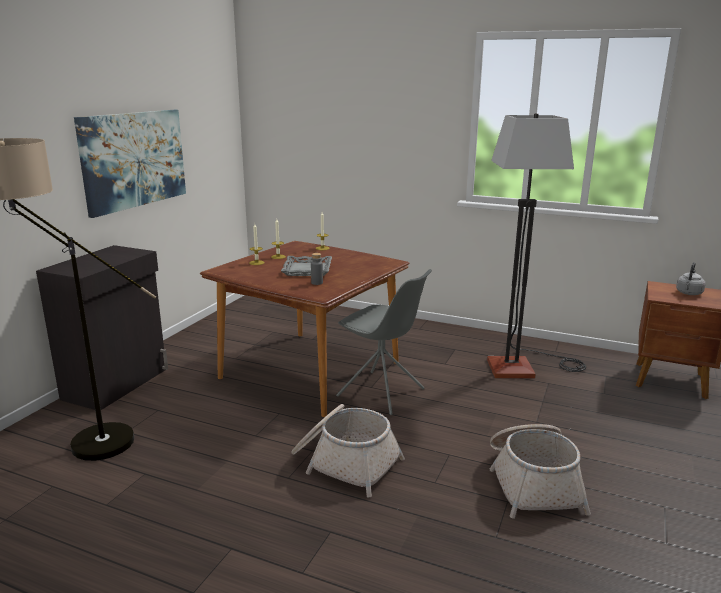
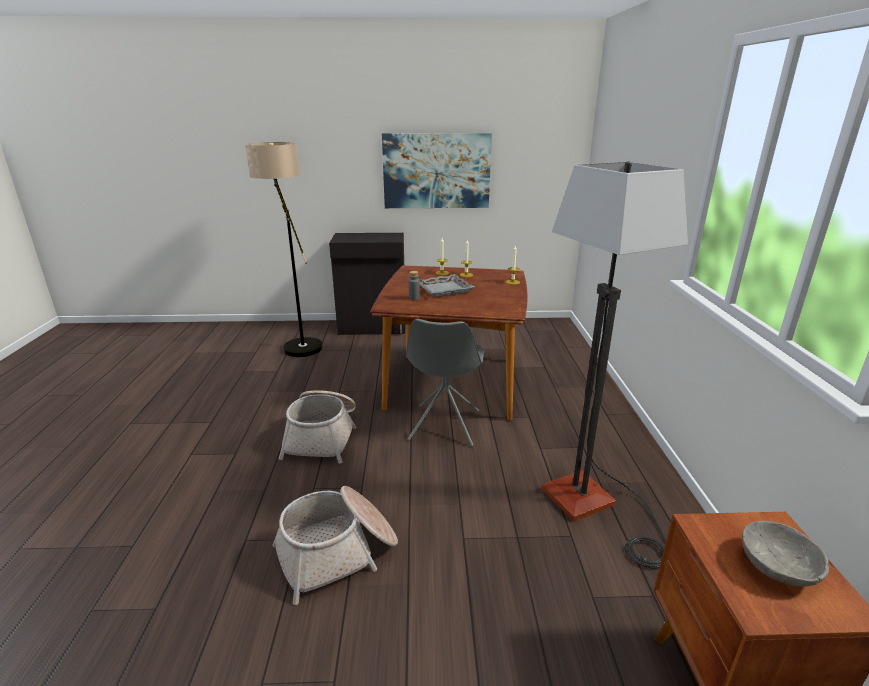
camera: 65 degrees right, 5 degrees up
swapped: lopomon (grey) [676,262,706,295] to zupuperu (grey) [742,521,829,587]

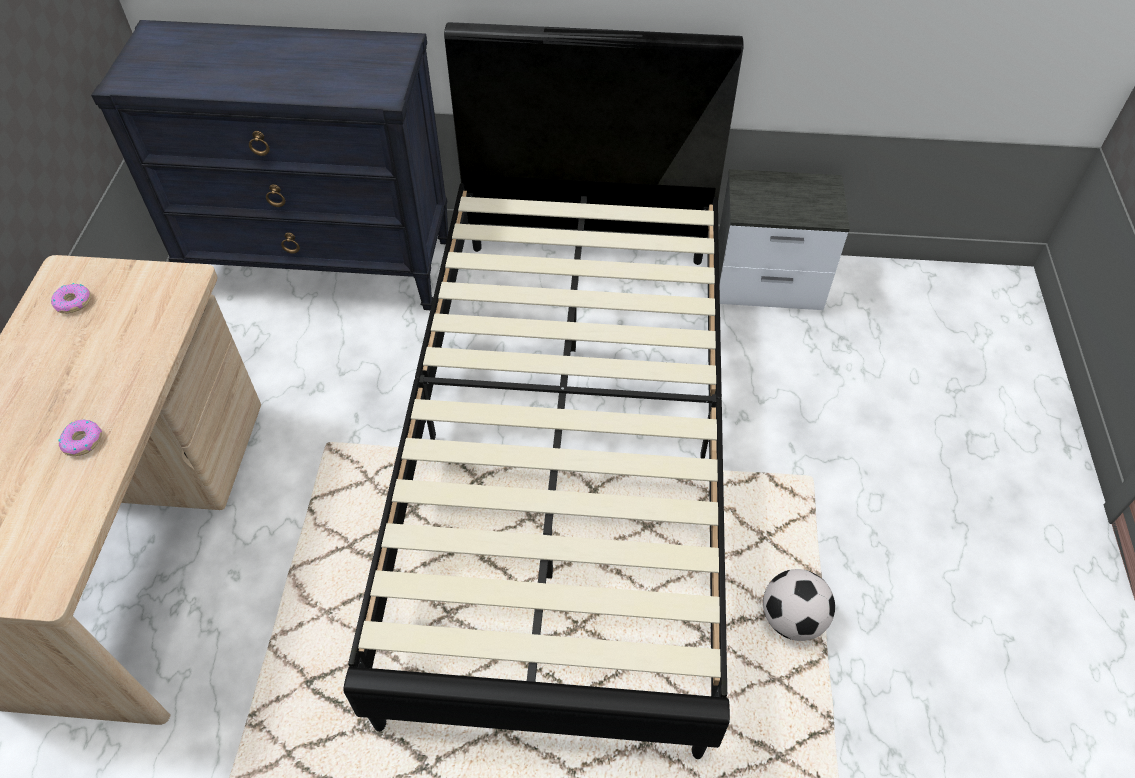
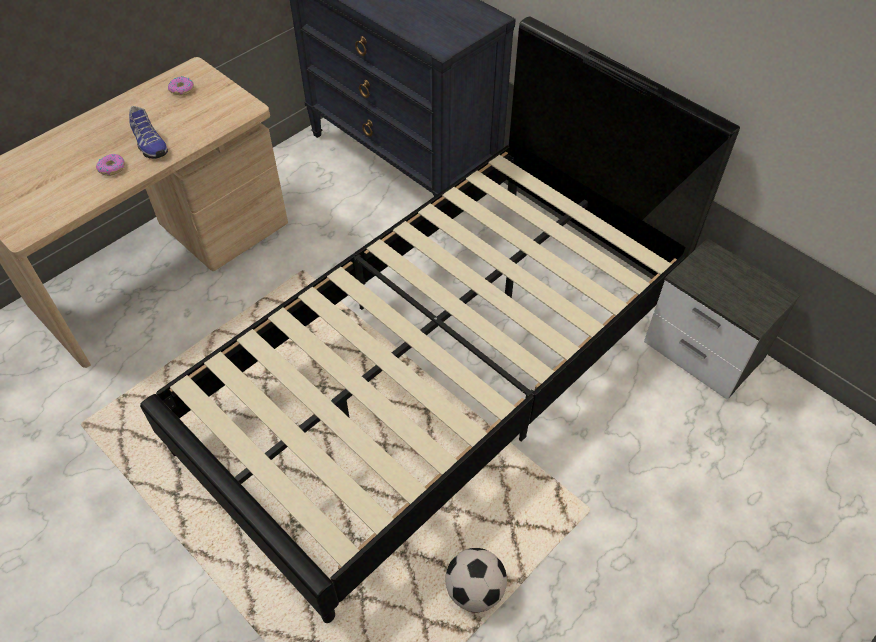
camera: 40 degrees right, 0 degrees up
new: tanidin [129,106,168,159]

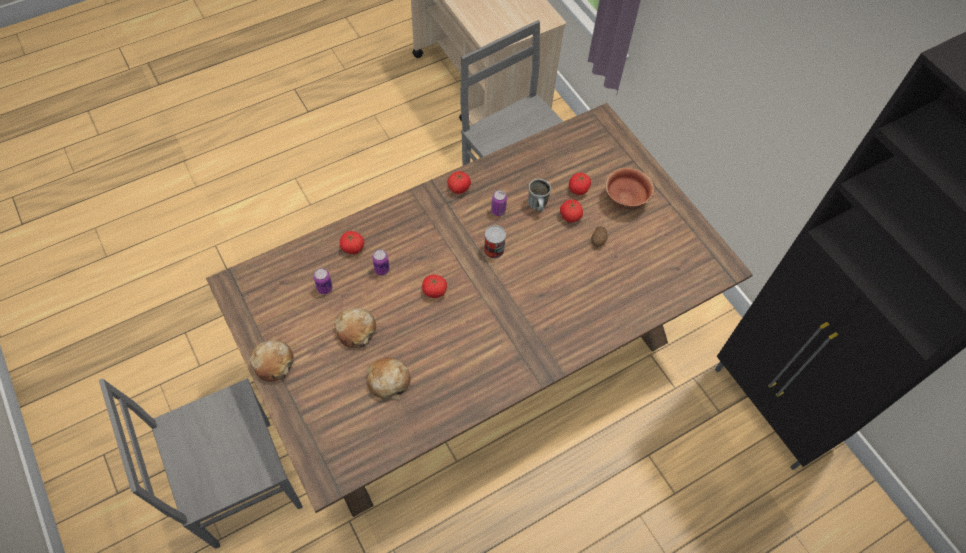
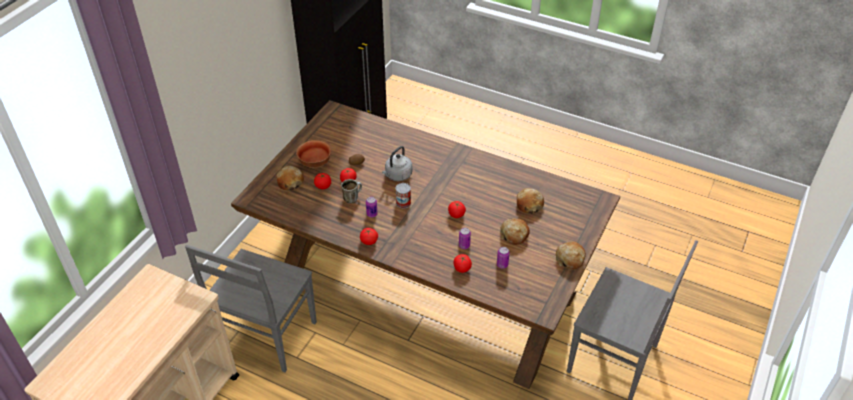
camera: 120 degrees left, 15 degrees down
new: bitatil [276,166,304,191]; lopomon (grey) [382,146,412,181]

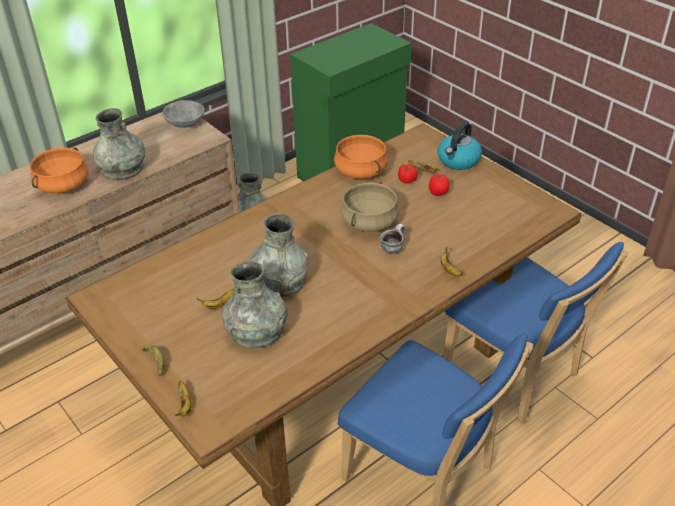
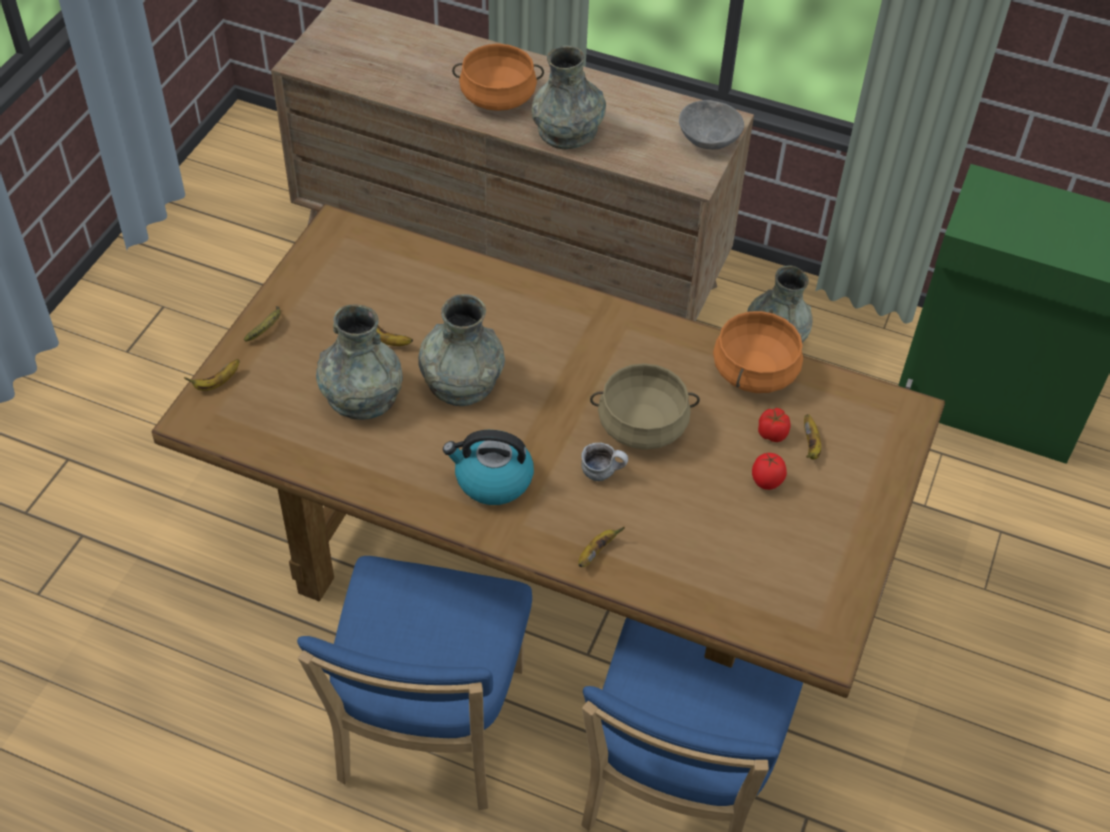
camera: 60 degrees right, 10 degrees up
shifted: lopomon [438,122,482,170] to [443,430,534,505]

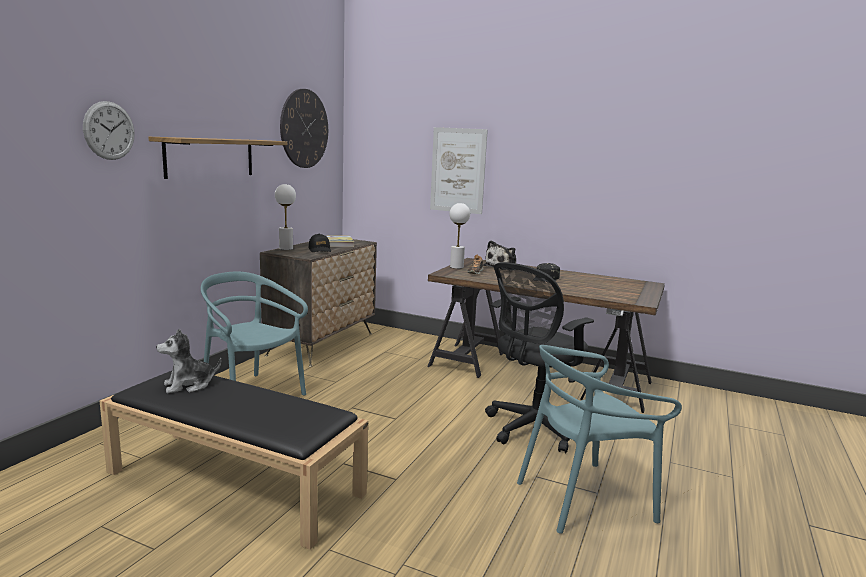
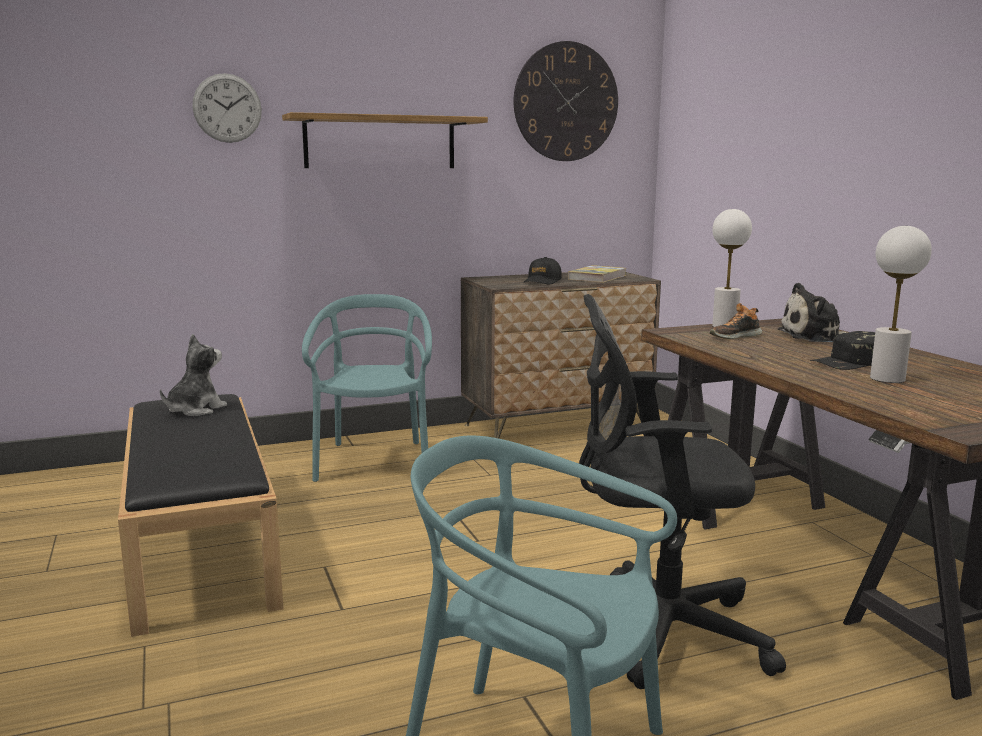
camera: 45 degrees right, 0 degrees up
gone: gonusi [430,127,488,214]
shifted: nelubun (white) [275,184,296,250] to [870,226,932,383]
rotated: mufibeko [156,329,221,393] = [160,334,227,416] 105 degrees clockwise

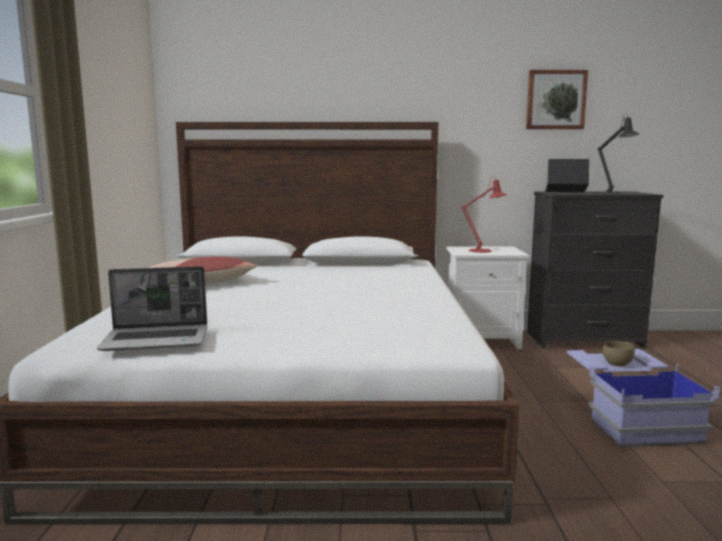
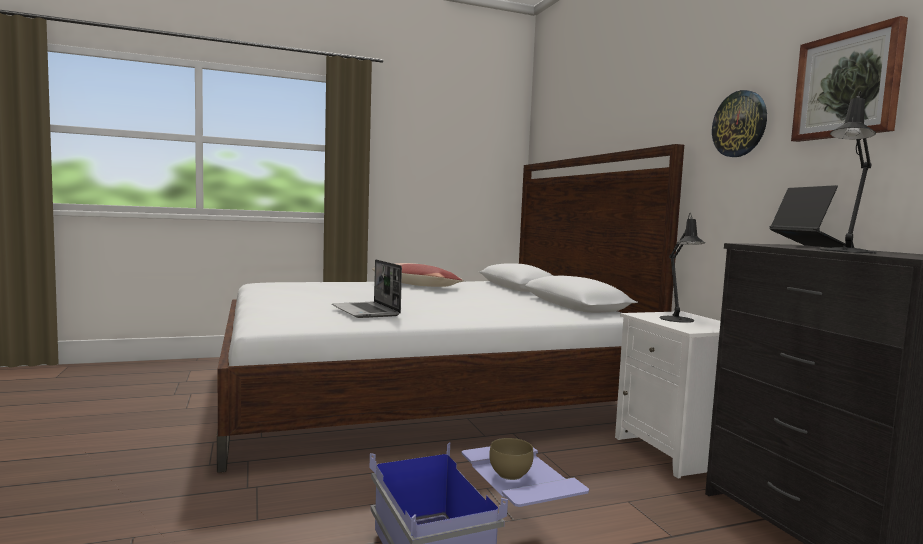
camera: 70 degrees right, 5 degrees down
new: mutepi [712,90,767,157]
shifted: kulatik [97,266,207,351] to [332,259,402,318]
repainted: nelubun (red) [462,176,506,253] to nelubun (black) [660,213,705,323]

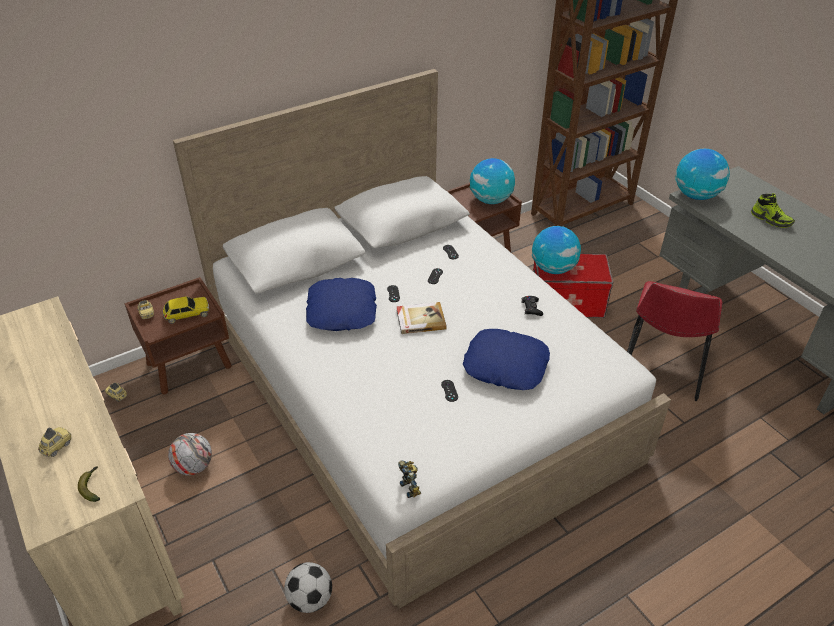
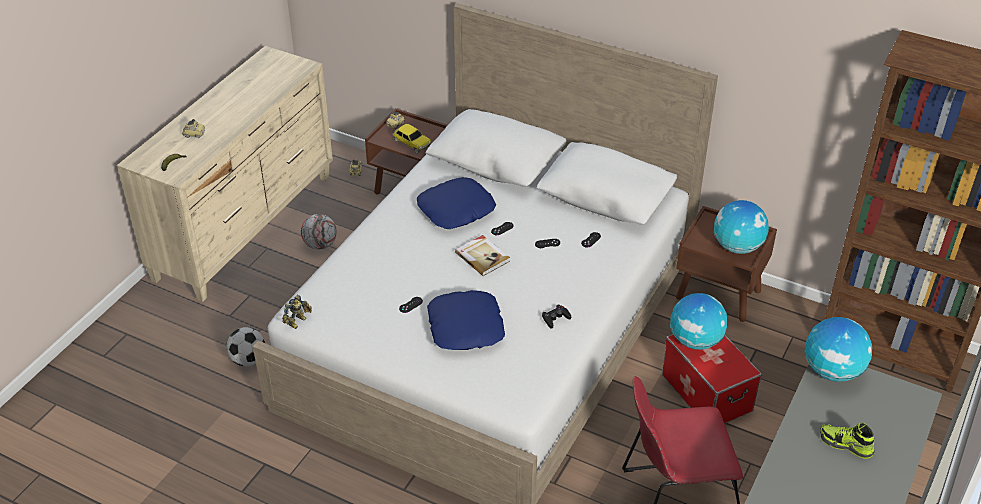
camera: 60 degrees right, 0 degrees up
rotated: tanidin [751,193,795,228] = [820,423,875,459] 105 degrees clockwise

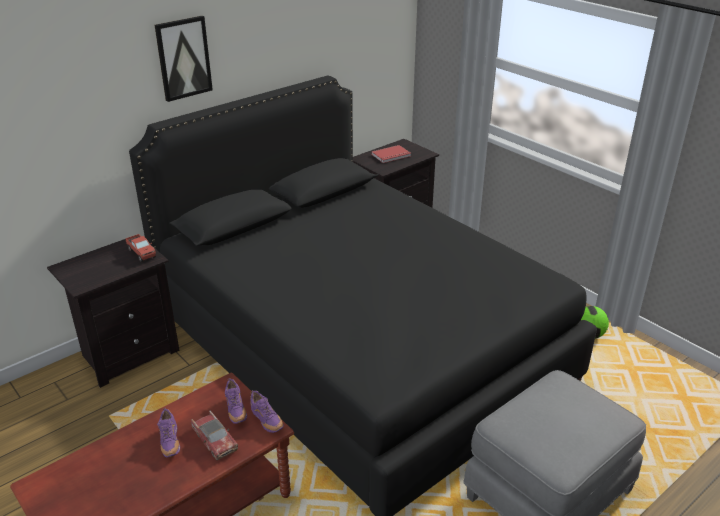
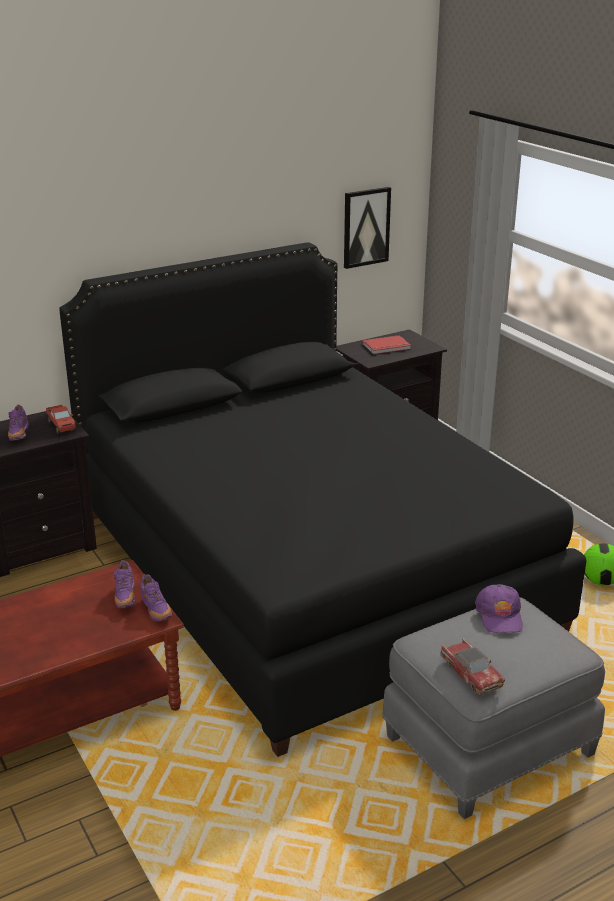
camera: 10 degrees right, 5 degrees down
new: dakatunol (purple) [475,584,523,633]
shifted: gonusi [155,16,213,102] to [344,187,391,269]; tanidin (purple) [157,408,180,457] to [8,405,29,441]; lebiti [191,411,238,460] to [440,638,505,695]

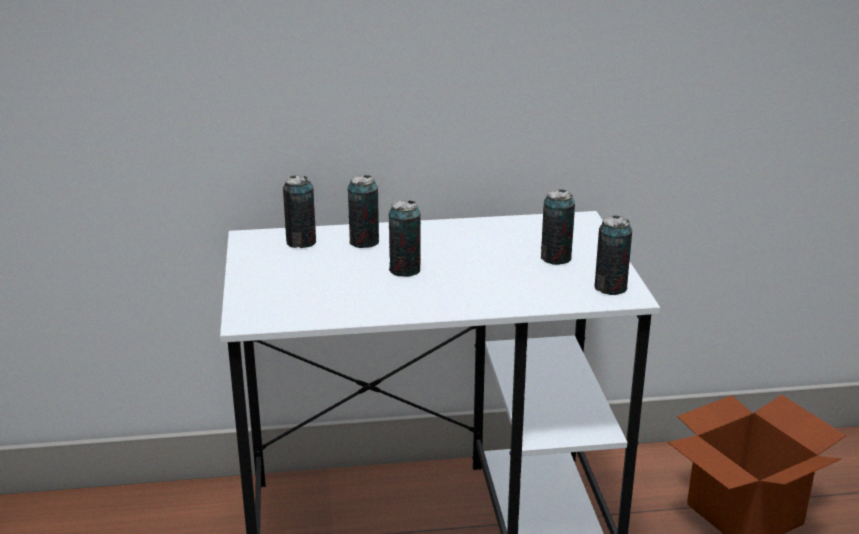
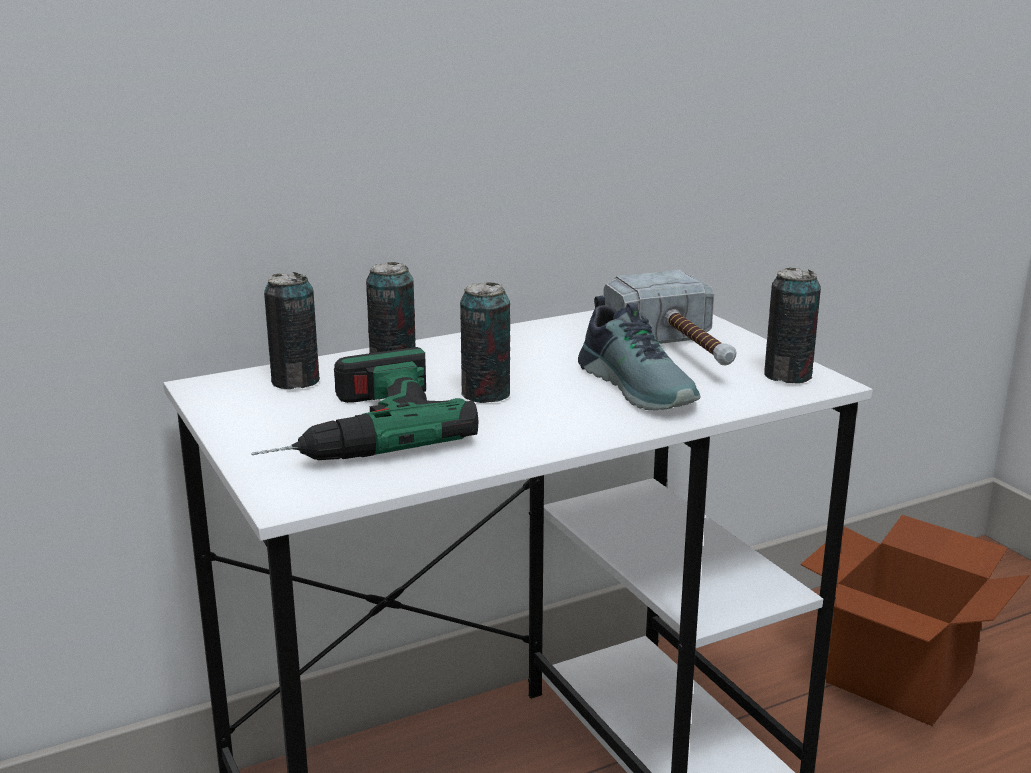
camera: 20 degrees left, 5 degrees down
new: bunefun [251,347,478,460]; tanidin [578,296,701,410]
swapped: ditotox [541,189,575,265] to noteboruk [603,270,736,365]

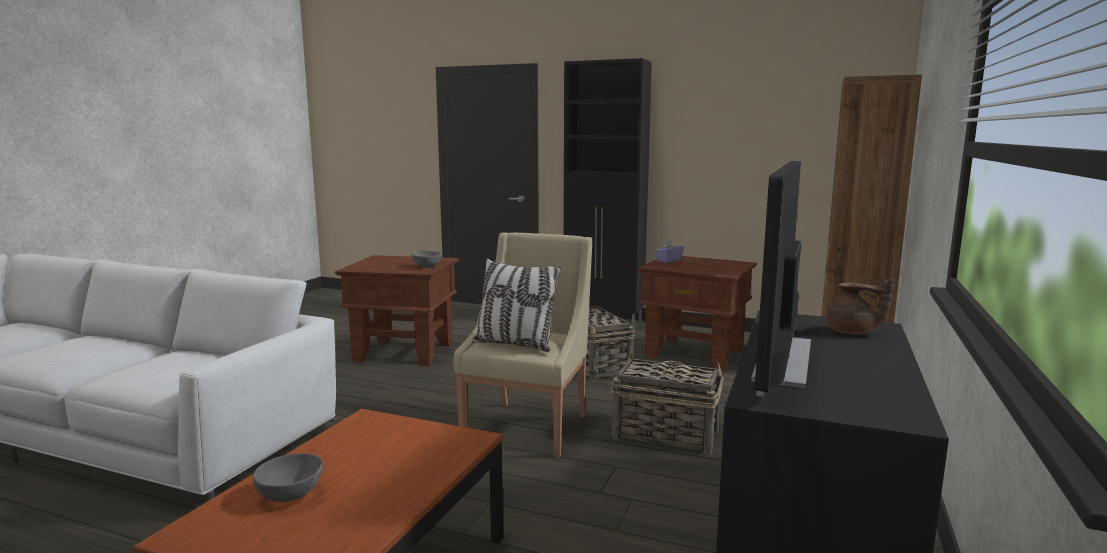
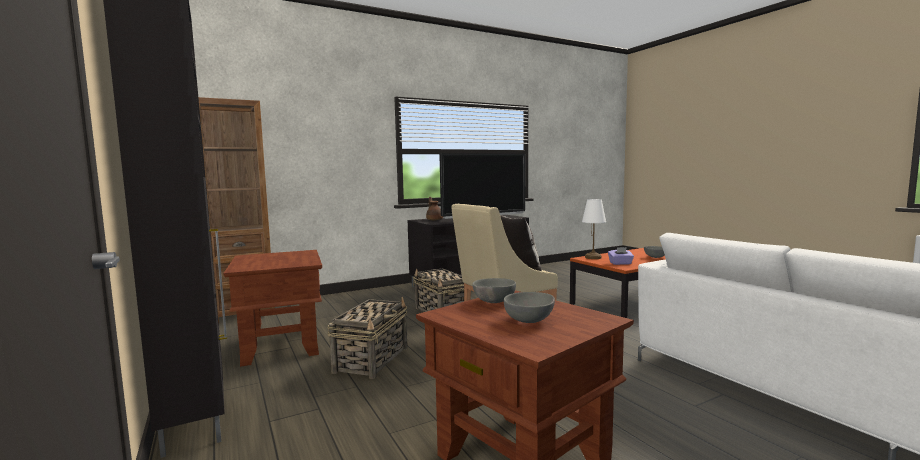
camera: 140 degrees left, 5 degrees down
new: zupuperu (grey) [504,292,555,323]; nelubun (white) [582,199,606,259]
shifted: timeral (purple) [655,240,684,263] to [608,247,634,265]

